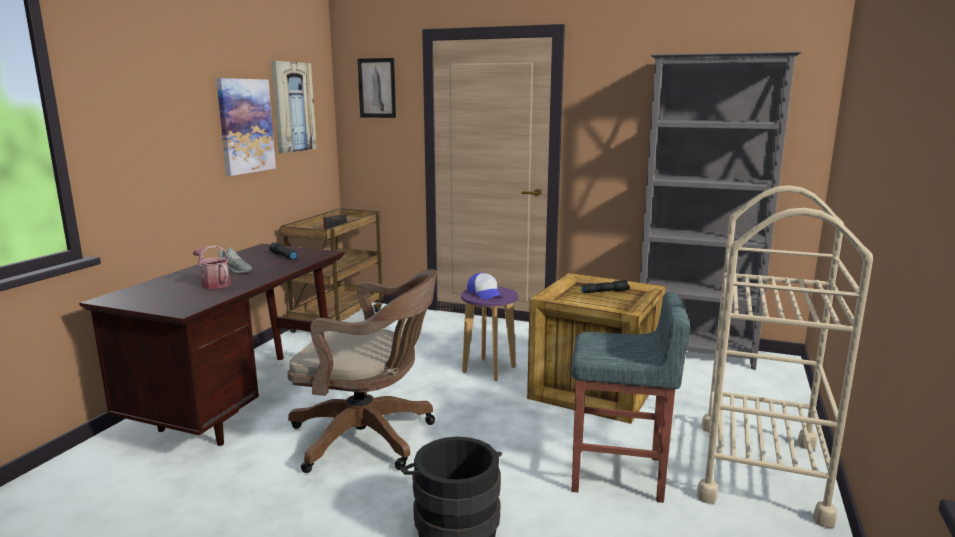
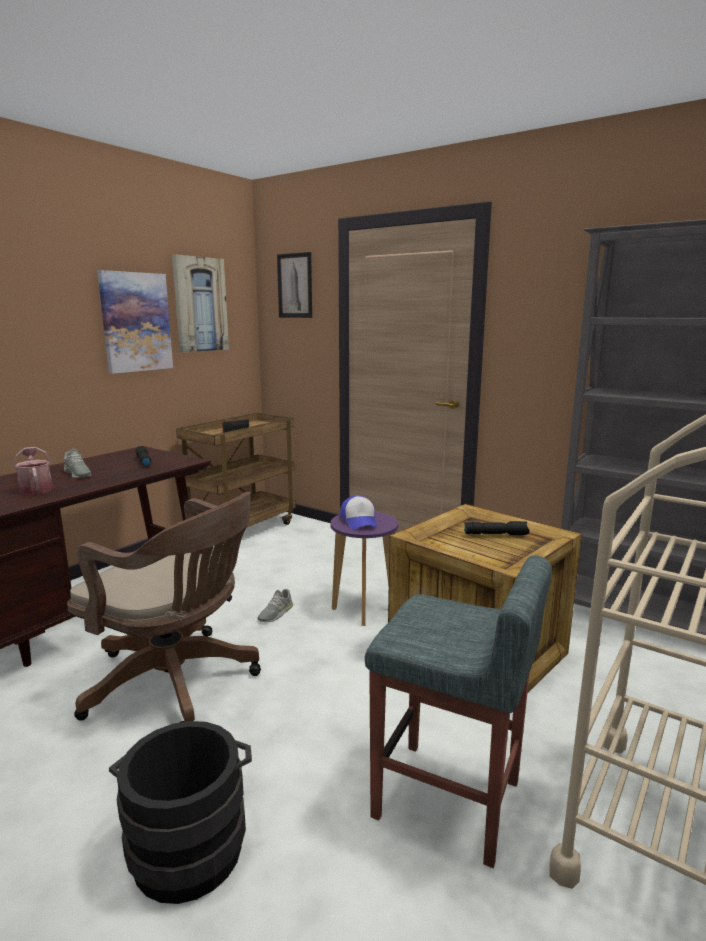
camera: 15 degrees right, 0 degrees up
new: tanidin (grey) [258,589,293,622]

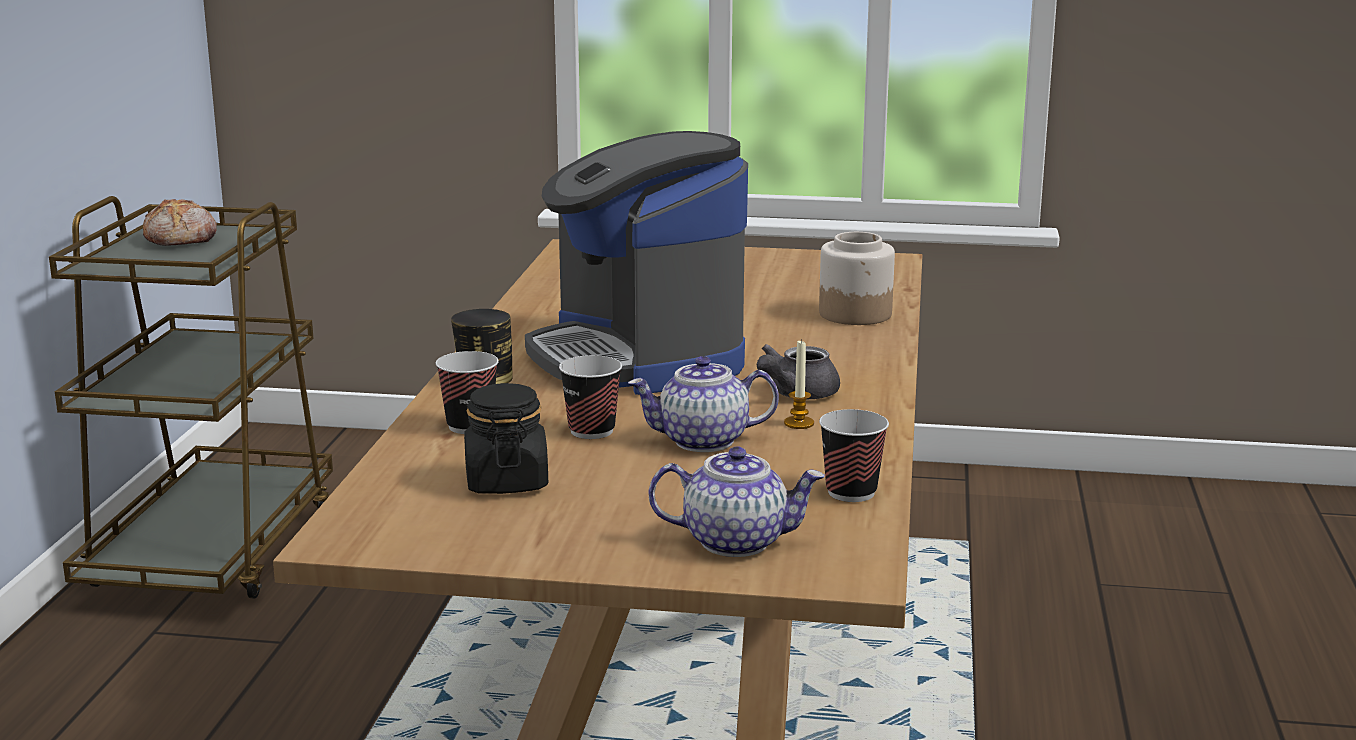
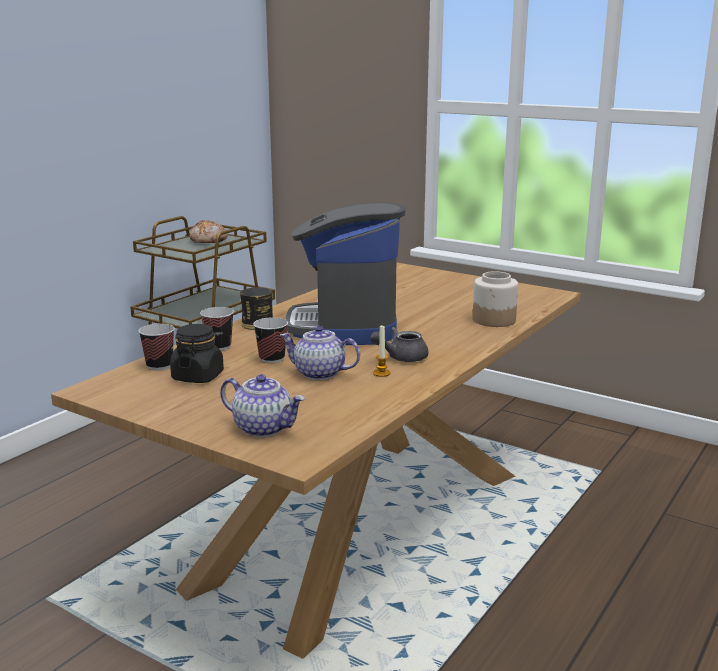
camera: 25 degrees right, 0 degrees up
shifted: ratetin [819,409,889,502] to [138,323,175,371]

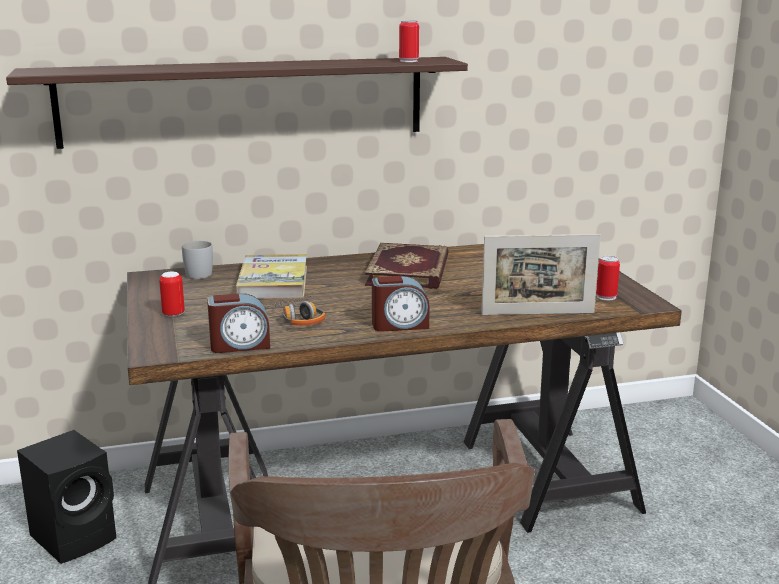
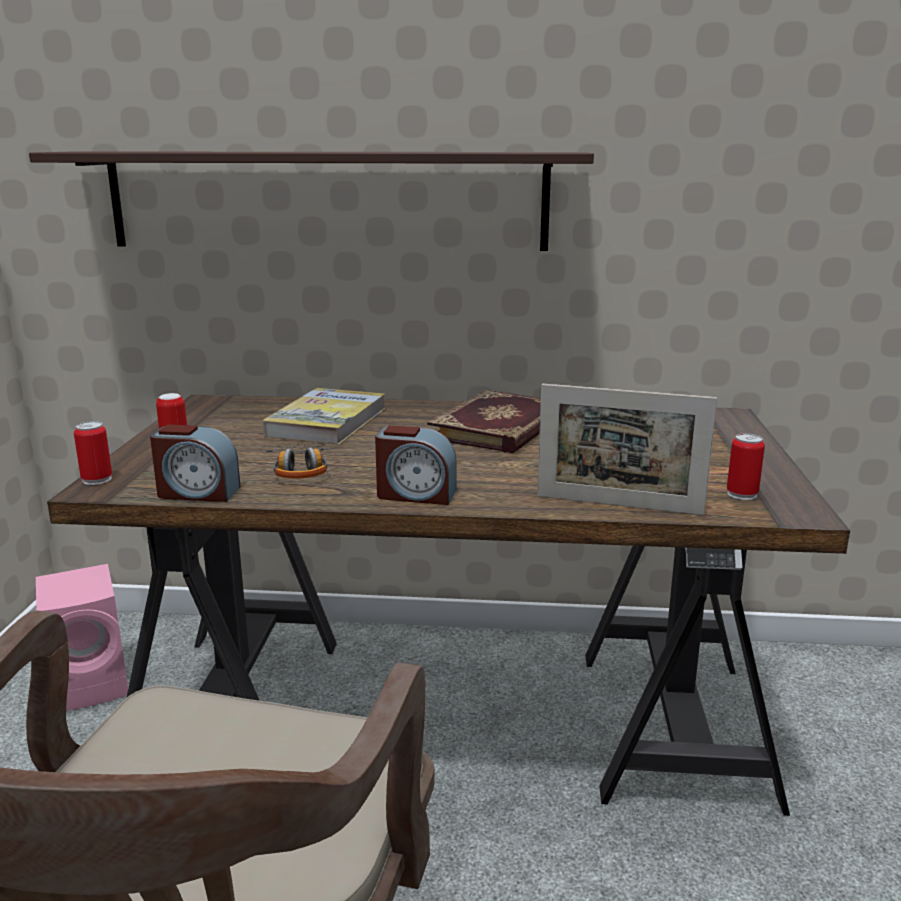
camera: 20 degrees right, 0 degrees up
gone: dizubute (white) [182,241,213,279]
shifted: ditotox [399,20,419,62] to [74,421,112,485]
repainted: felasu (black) [17,430,116,564] to felasu (pink) [36,564,128,711]

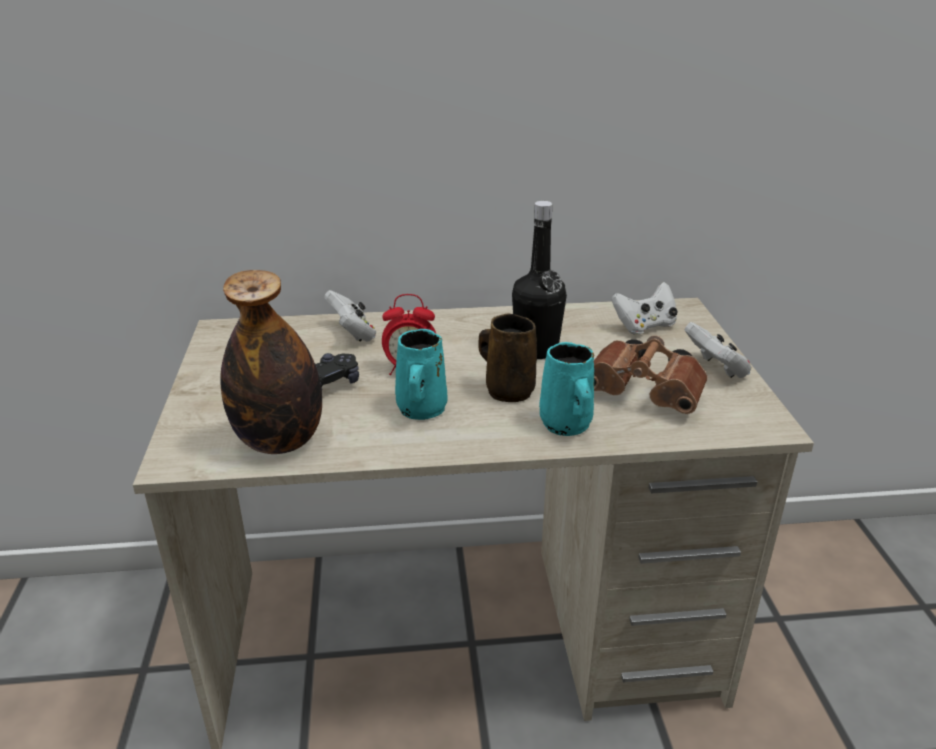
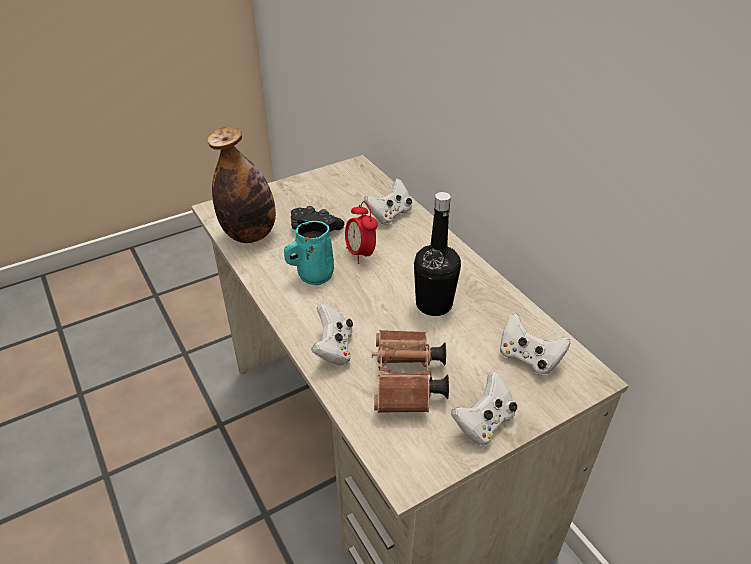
camera: 65 degrees right, 10 degrees up
gone: dizubute (brown) [479,314,537,402]
swapped: dizubute (turquoise) [539,342,594,436] to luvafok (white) [311,303,353,365]

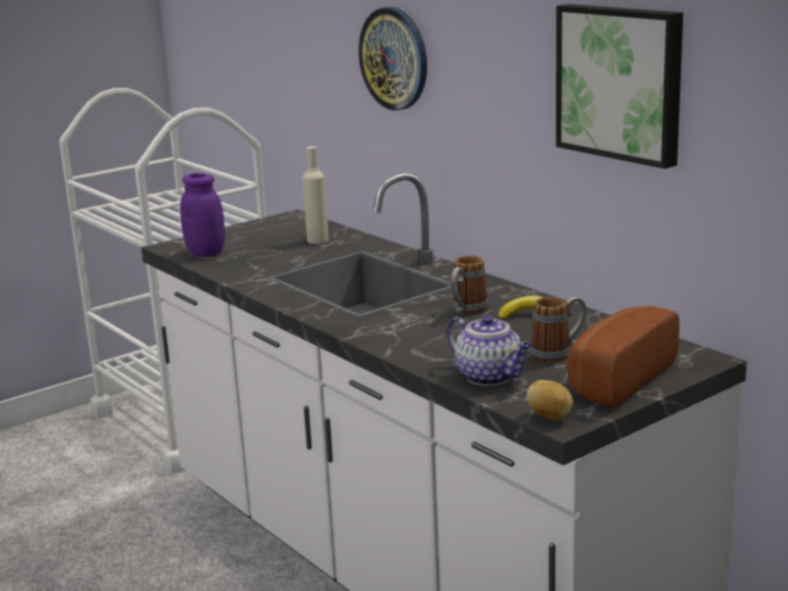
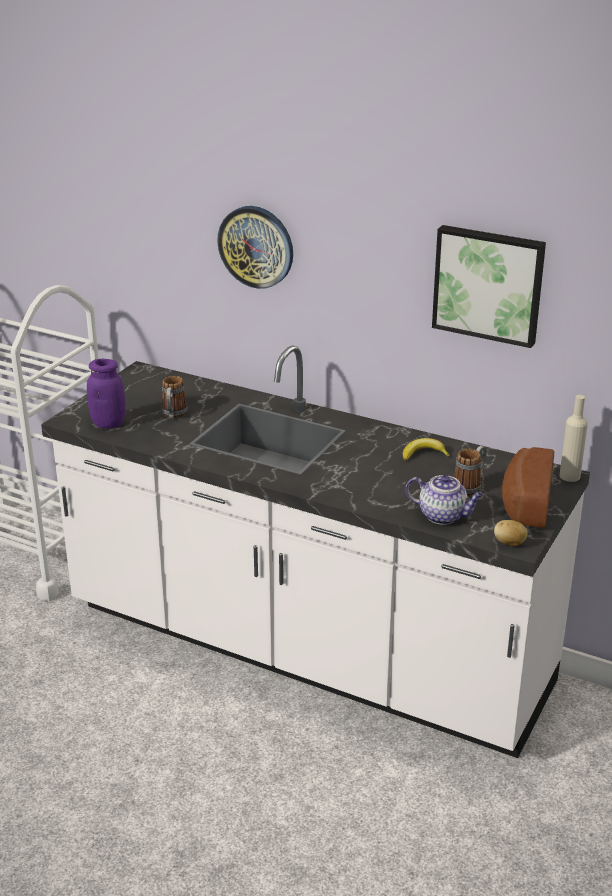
camera: 25 degrees left, 10 degrees up
shifted: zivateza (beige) [302,146,329,244] to [559,395,588,482]; dizubute [451,256,488,314] to [162,376,188,419]

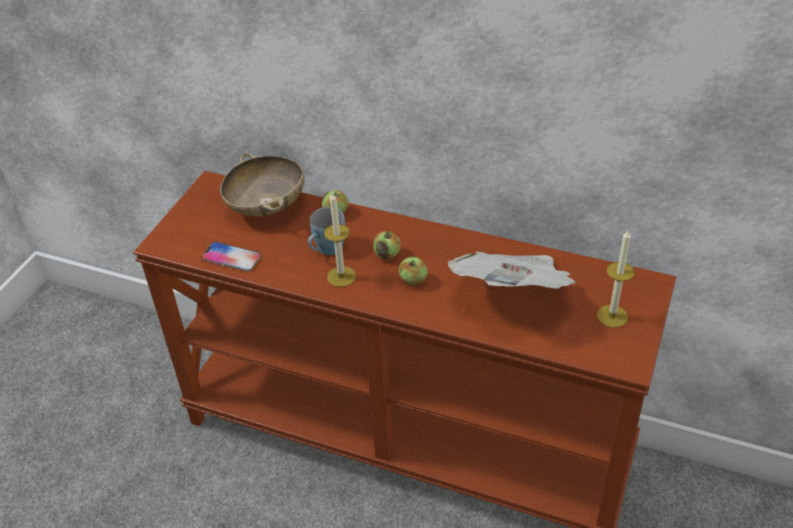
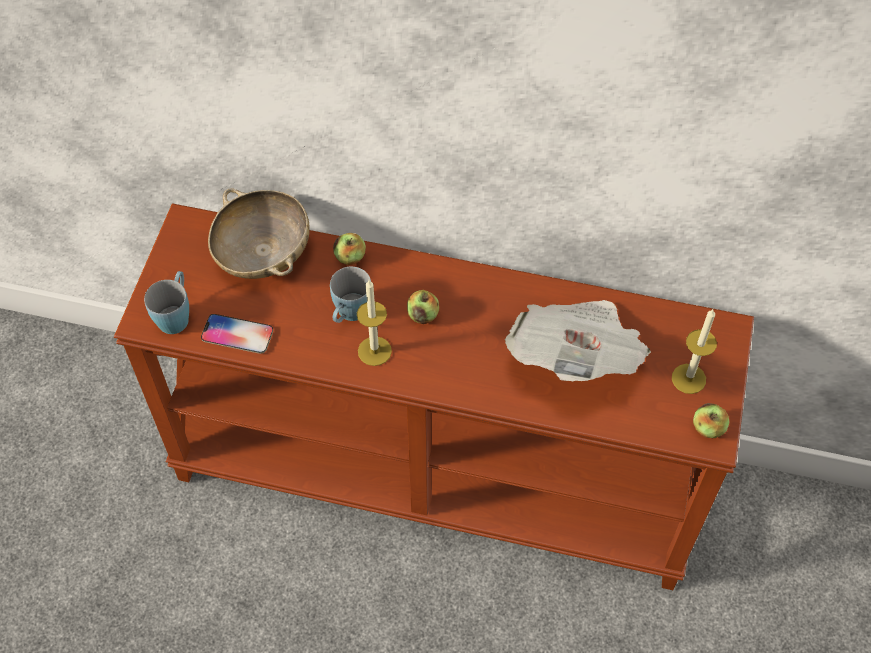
camera: 10 degrees left, 15 degrees up
new: dizubute (blue) [144,271,189,334]
shifted: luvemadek [399,256,428,286] to [693,403,730,438]

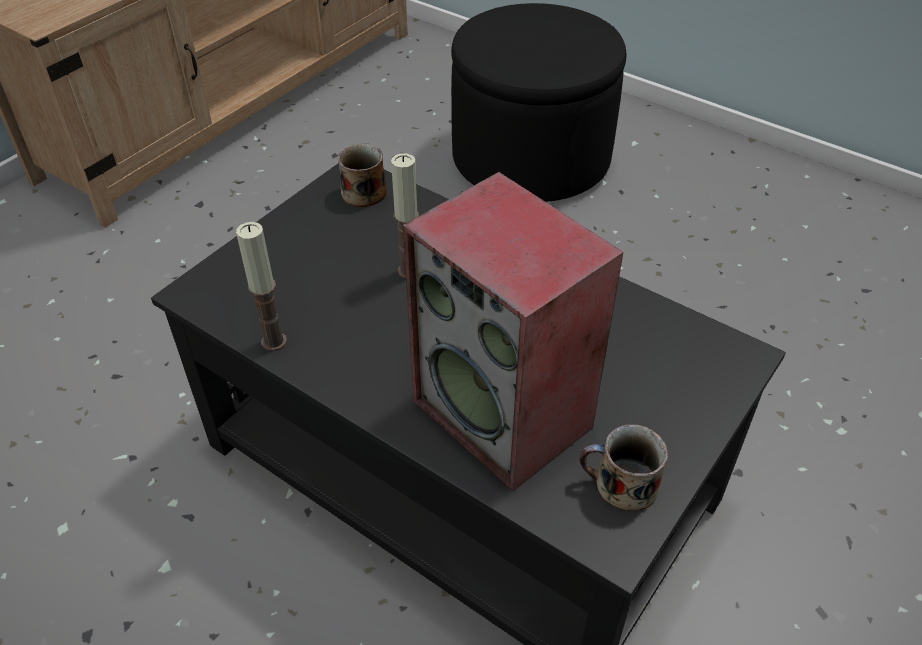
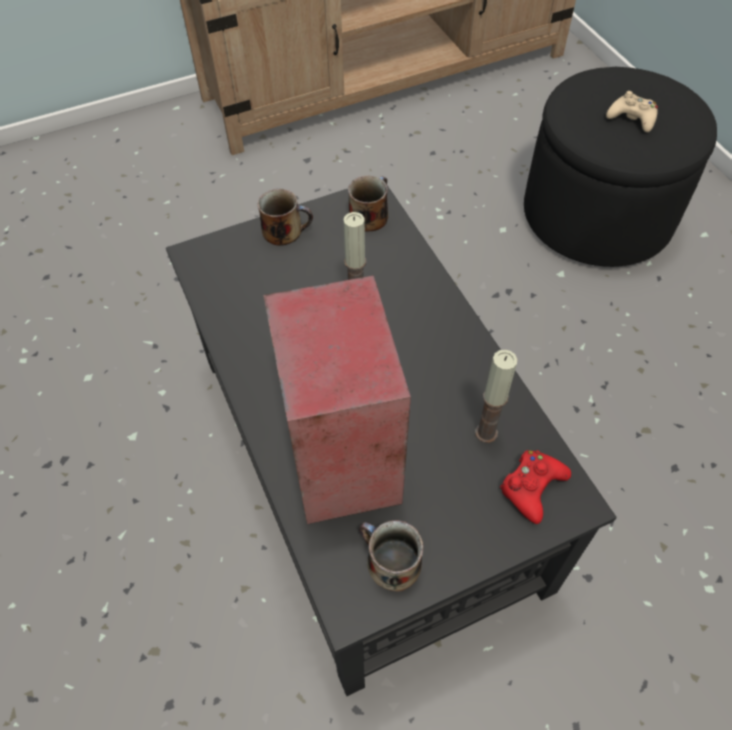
camera: 30 degrees right, 10 degrees up
new: dizubute [258,189,313,246]; luvafok (red) [500,450,571,524]; luvafok (beige) [606,91,658,132]
shifted: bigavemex [236,222,287,351] to [475,350,517,443]

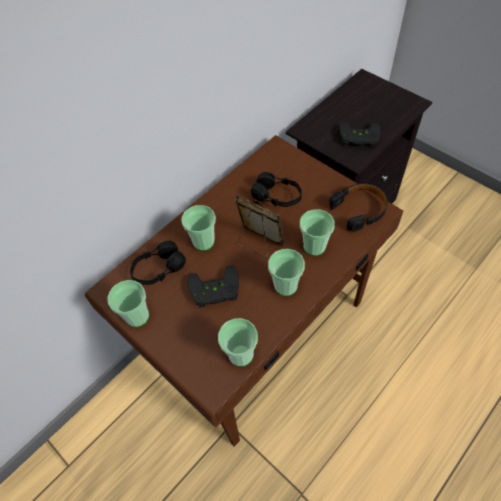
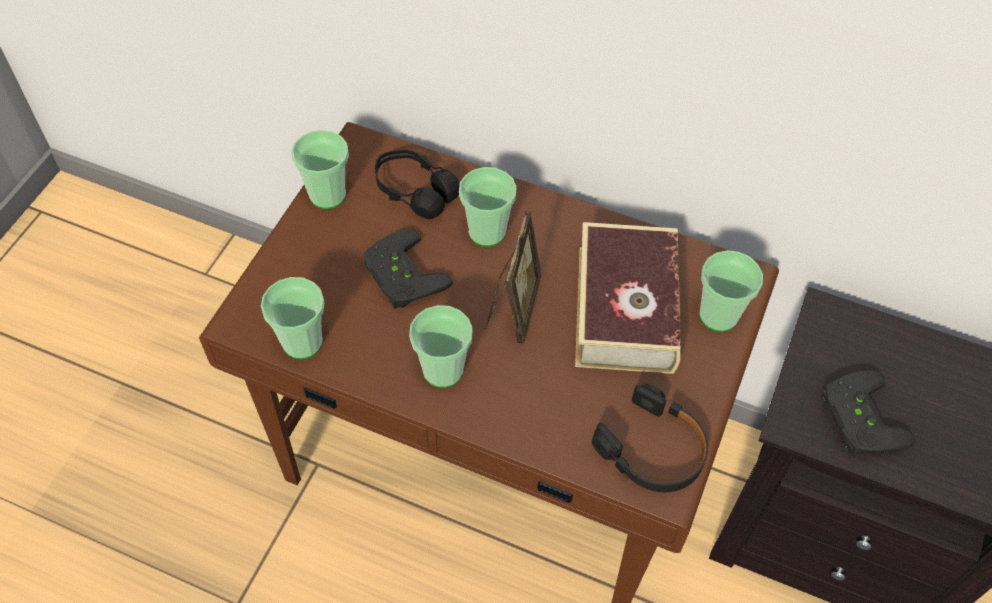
camera: 65 degrees right, 0 degrees up
shifted: ratetin [300,209,335,256] to [699,250,763,332]
swapped: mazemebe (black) [251,172,302,207] to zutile [575,222,681,374]

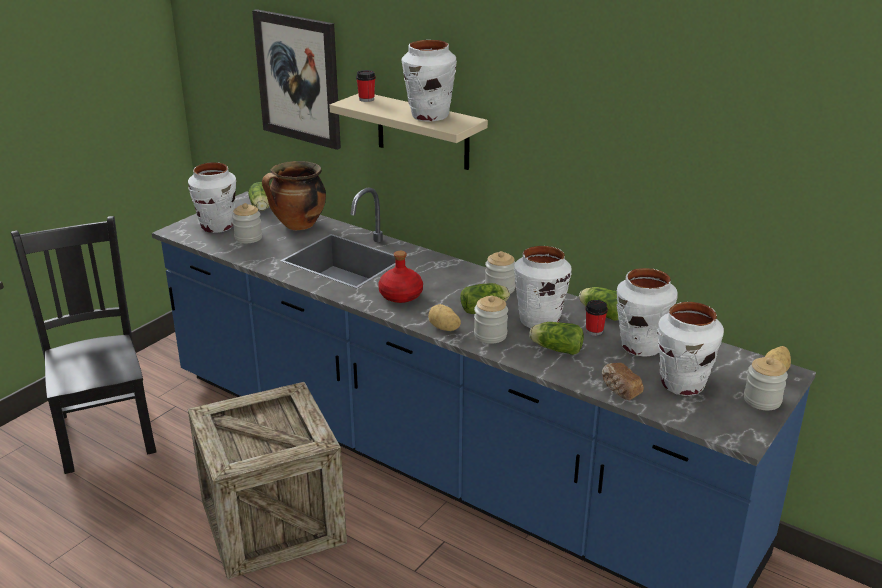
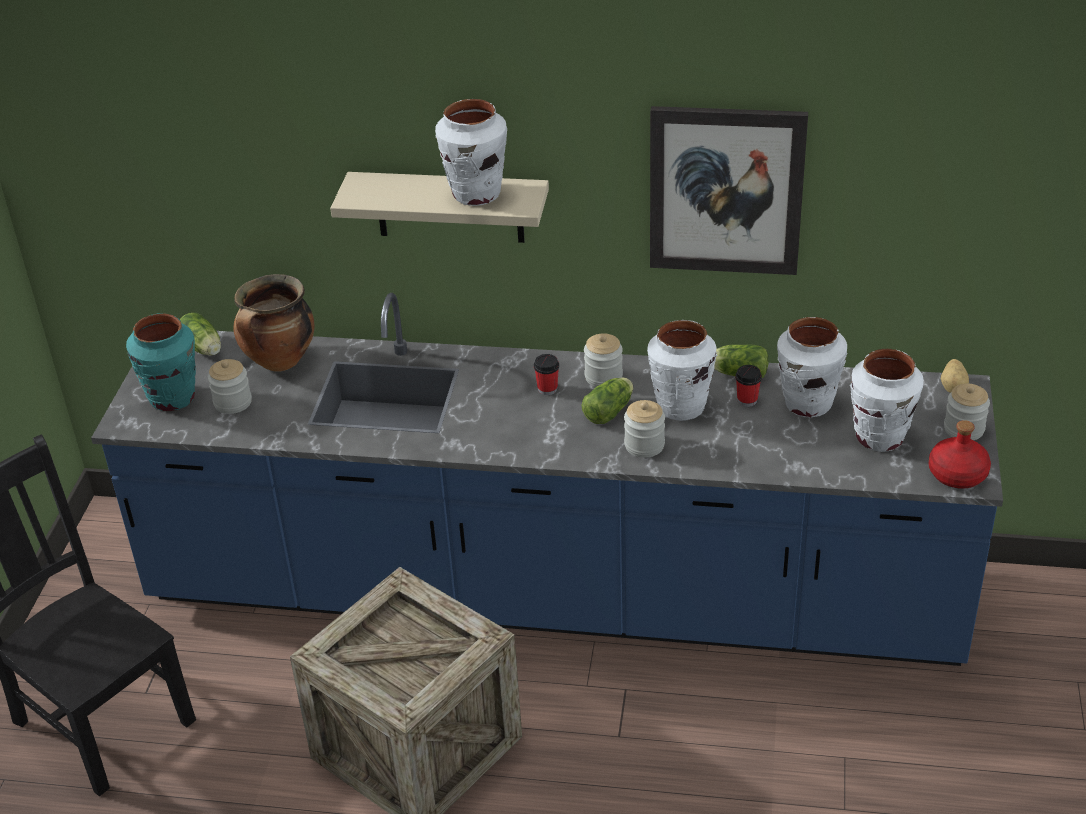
camera: 25 degrees left, 10 degrees up
gone: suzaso [428,304,461,331]; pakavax [529,322,584,355]; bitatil [602,363,644,400]
shifted: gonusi [252,9,341,150] to [650,106,808,275]; ratetin [356,70,376,102] to [534,354,559,395]; zivateza (red) [378,251,423,303] to [929,420,991,489]
repainted: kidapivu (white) [188,162,236,233] to kidapivu (turquoise) [126,313,196,411]

